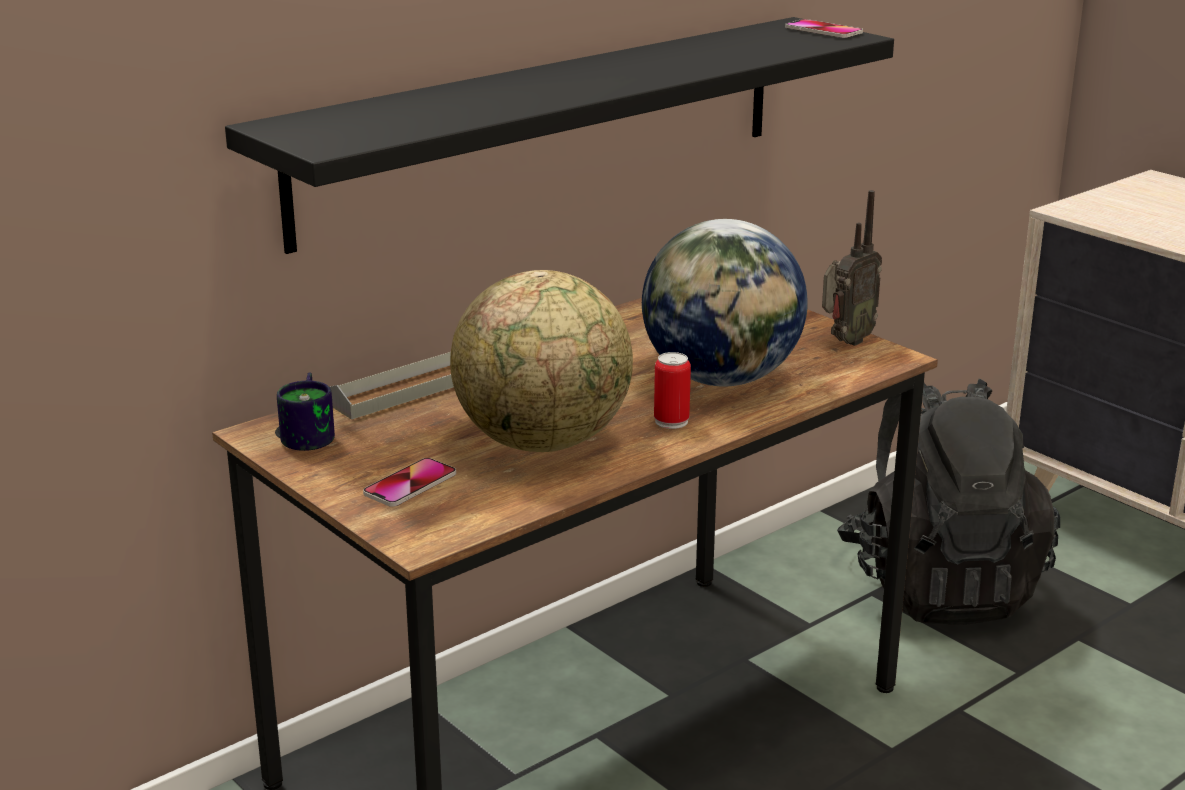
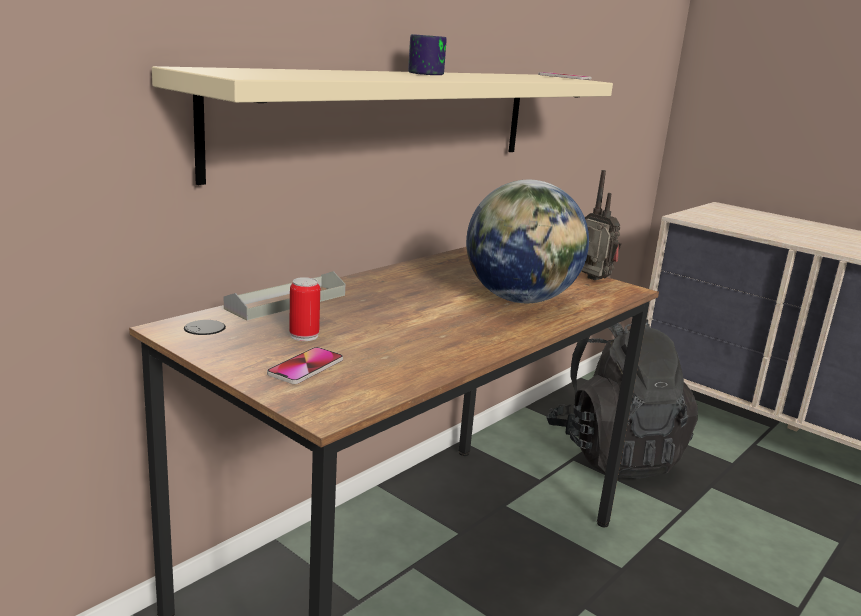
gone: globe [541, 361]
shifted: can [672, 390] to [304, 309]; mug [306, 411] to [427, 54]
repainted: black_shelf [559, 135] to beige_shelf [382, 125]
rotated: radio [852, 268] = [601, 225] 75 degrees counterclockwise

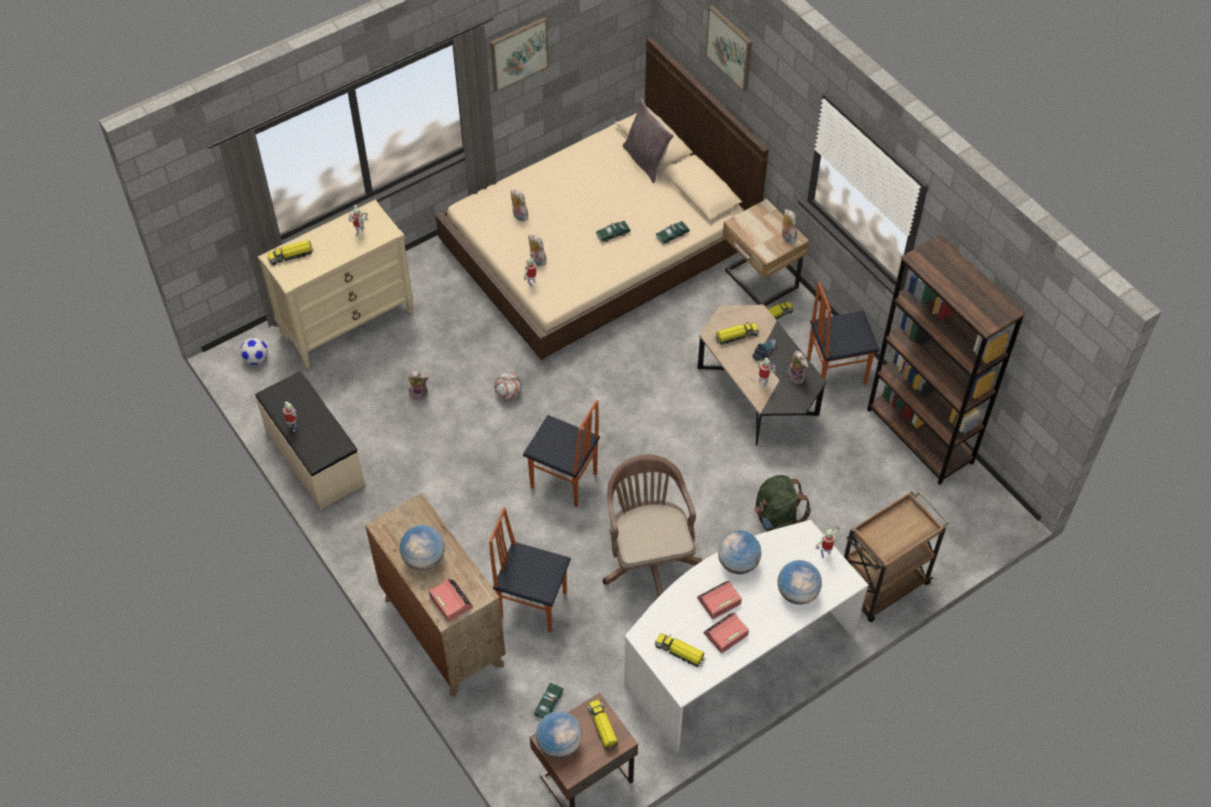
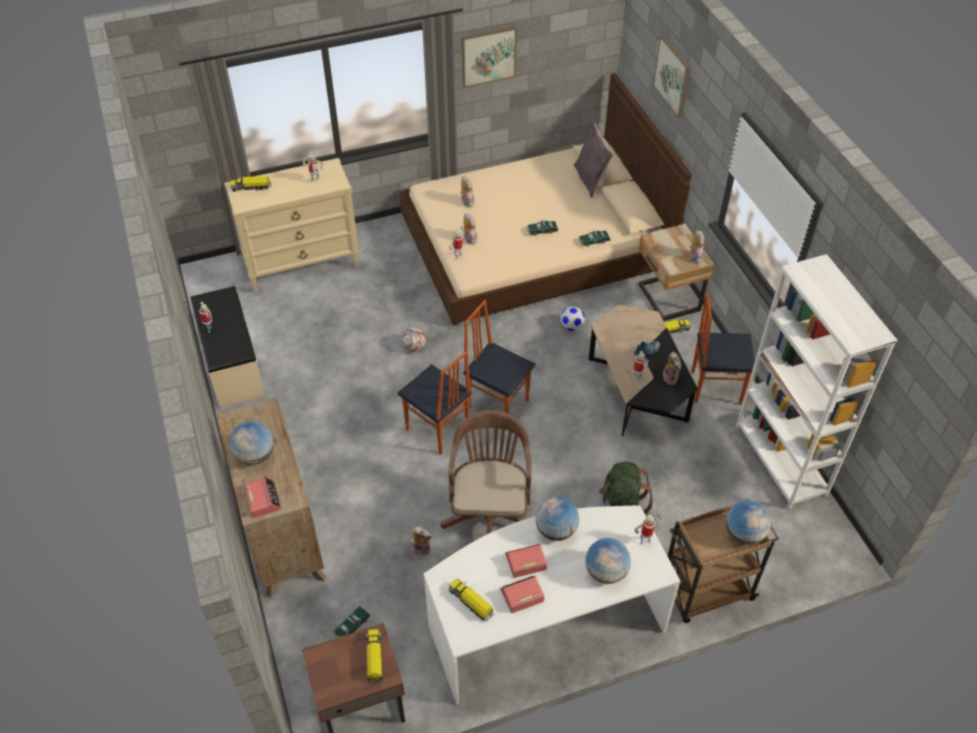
gone: toy_truck [736, 334]
shifted: plush_toy [418, 385] to [422, 541]; chair [530, 570] to [499, 357]; football [254, 351] to [572, 319]; globe [559, 734] to [748, 522]
repainted: brown_bookcase [946, 360] to white_bookcase [816, 381]

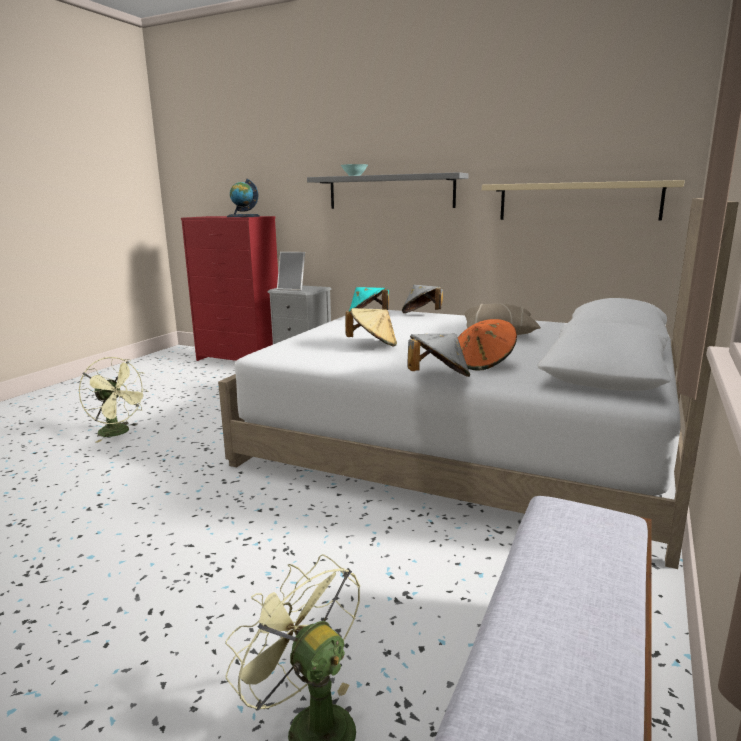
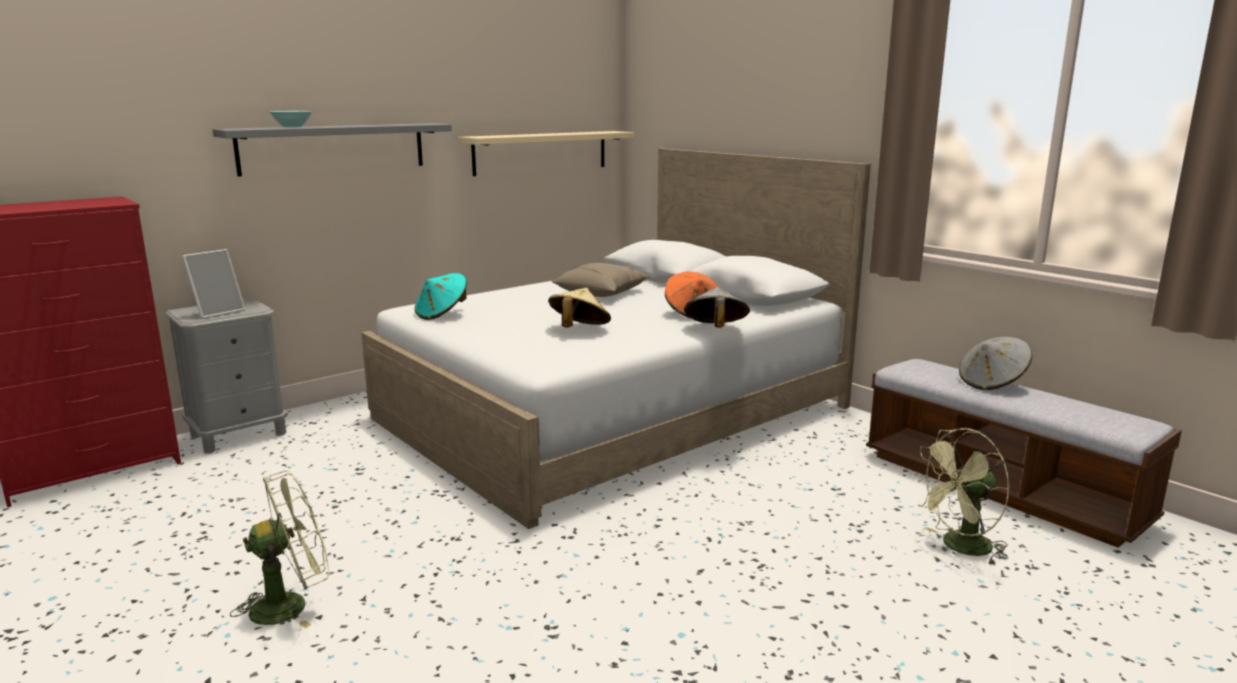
gone: globe [243, 198]
shifted: grey_hat [422, 299] to [995, 363]

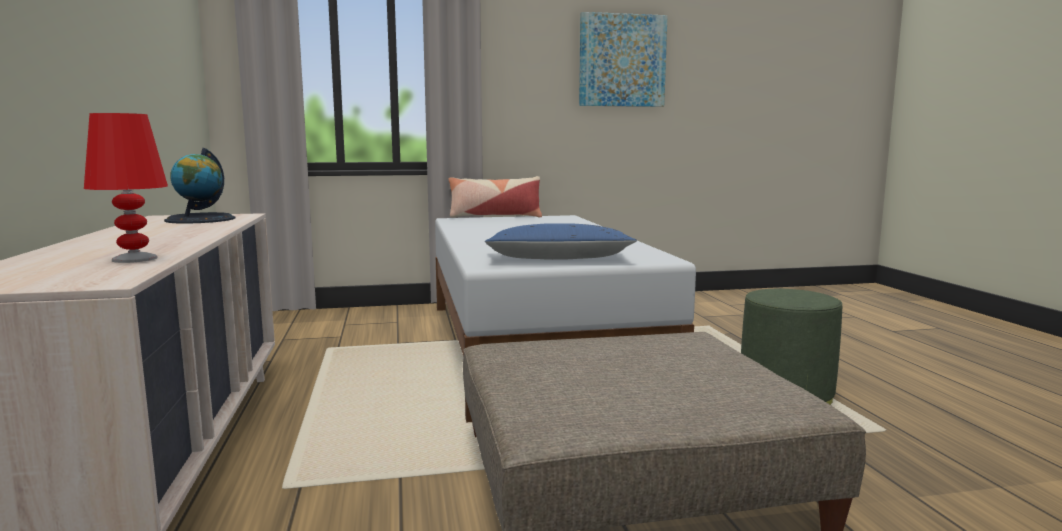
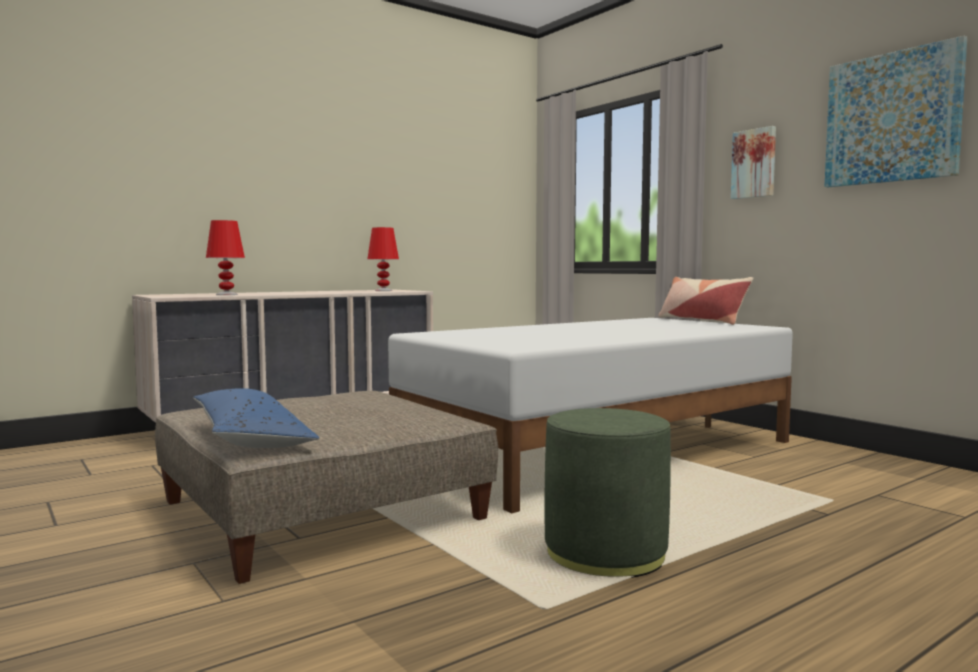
new: picture [753, 162]
shifted: blue_pillow [561, 241] to [256, 418]
swapped: globe [200, 186] to red_table_lamp [383, 259]

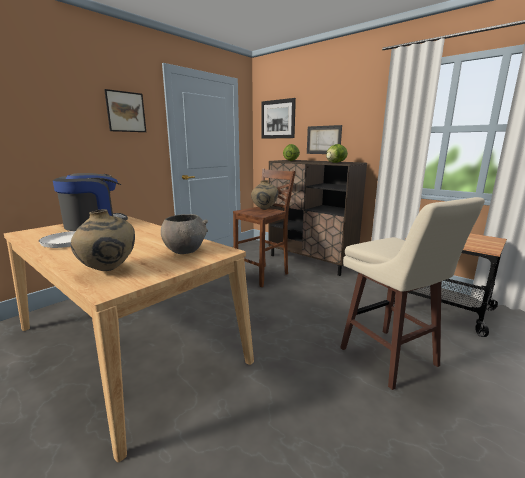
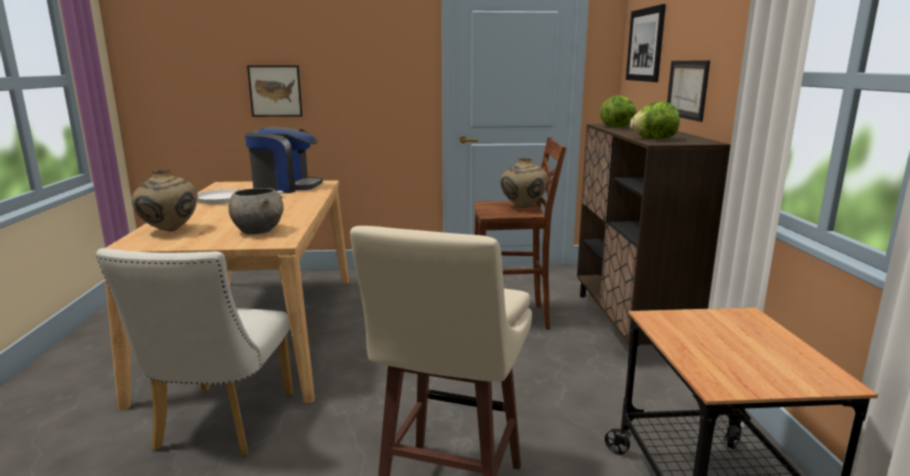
new: white_chair [194, 352]
shifted: picture [125, 110] to [274, 91]

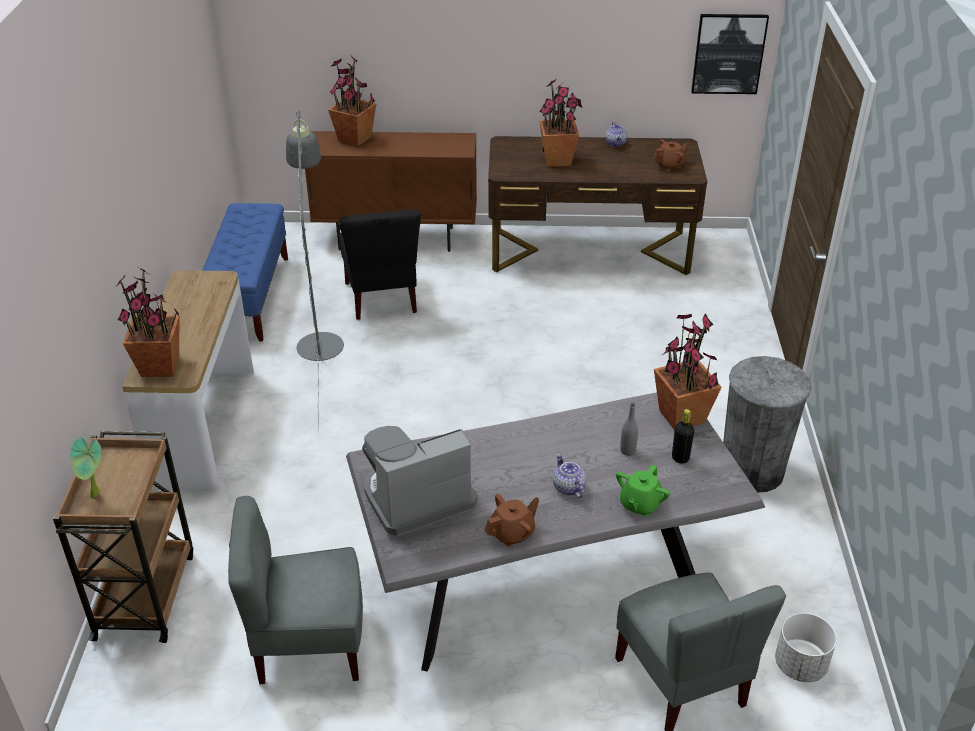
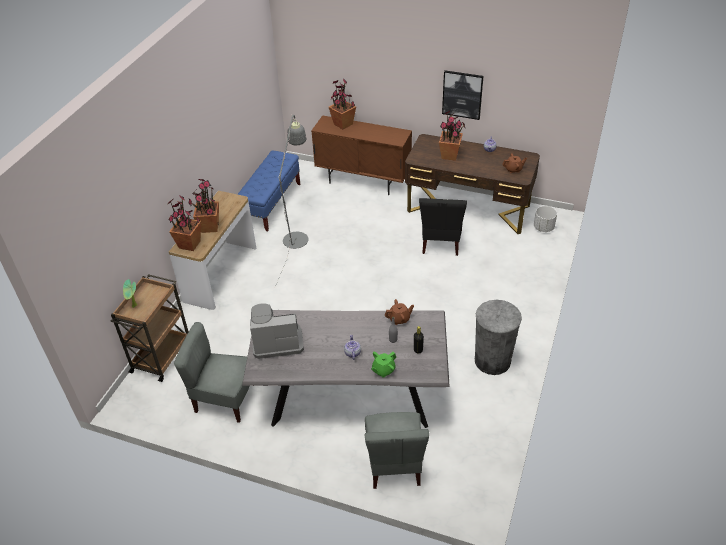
shifted: potted_plant [688, 371] to [203, 206]; brown_teapot [512, 520] to [399, 312]; black_chair [380, 264] to [443, 227]; picture [730, 54] to [462, 95]; white_planter [806, 647] to [545, 219]

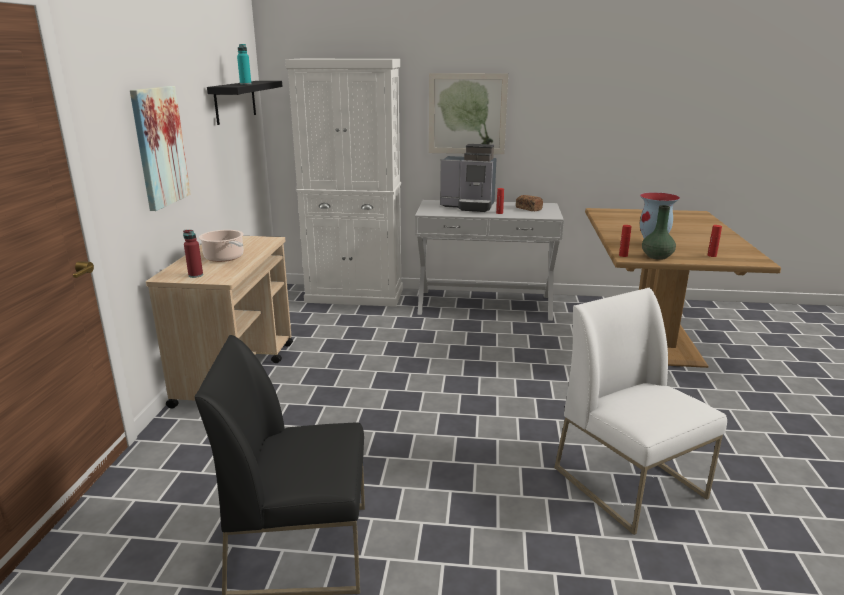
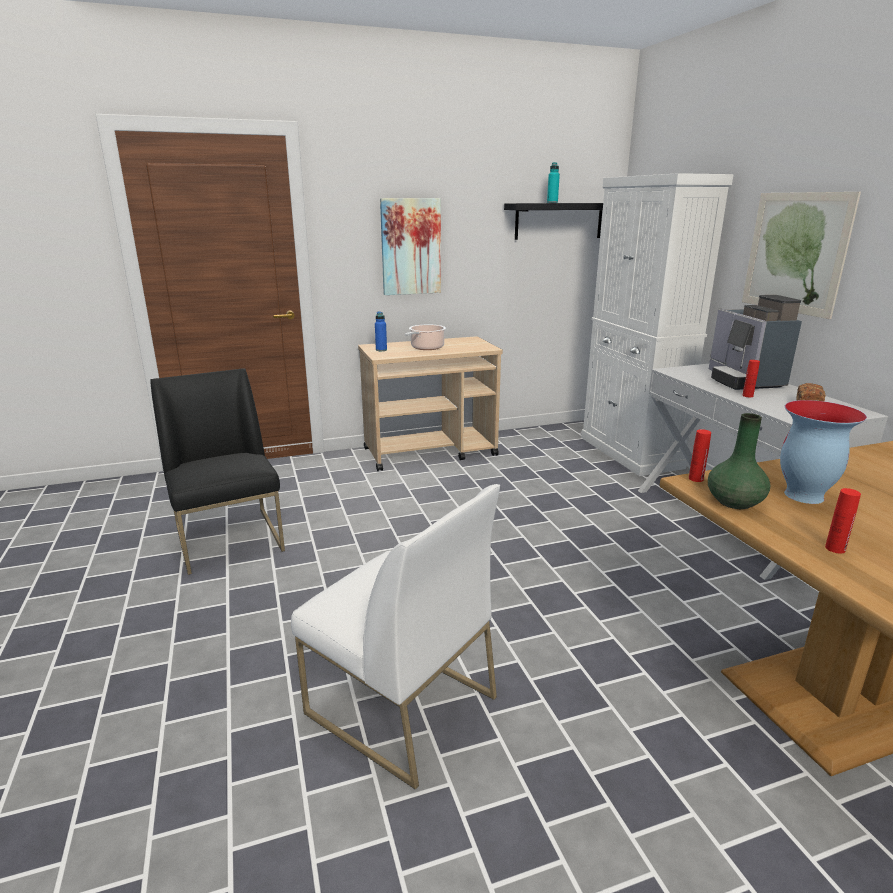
repainted: red_bottle [193, 254] to blue_bottle [381, 331]
rotated: white_chair [640, 411] = [395, 637] 90 degrees clockwise

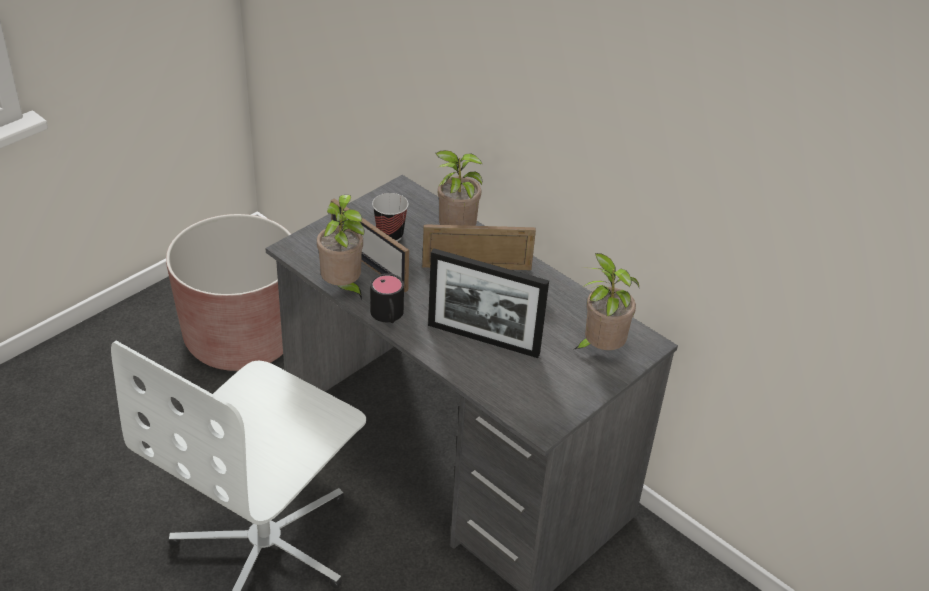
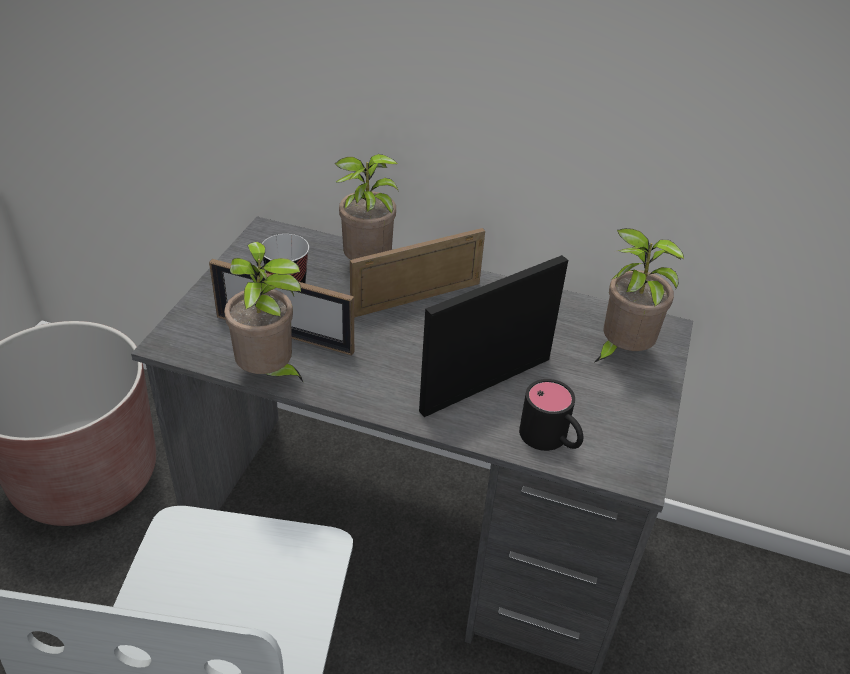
shifted: black_mug [387, 298] to [551, 415]
rotated: picture_frame [488, 303] = [493, 336] 150 degrees clockwise

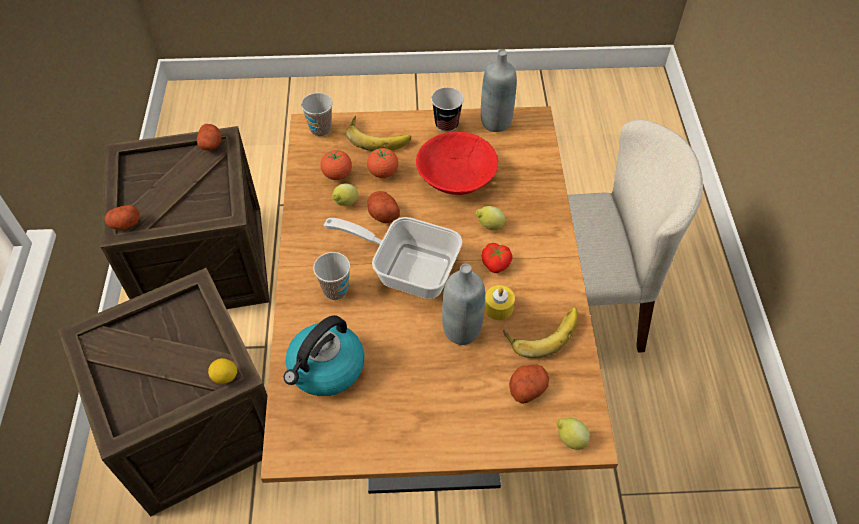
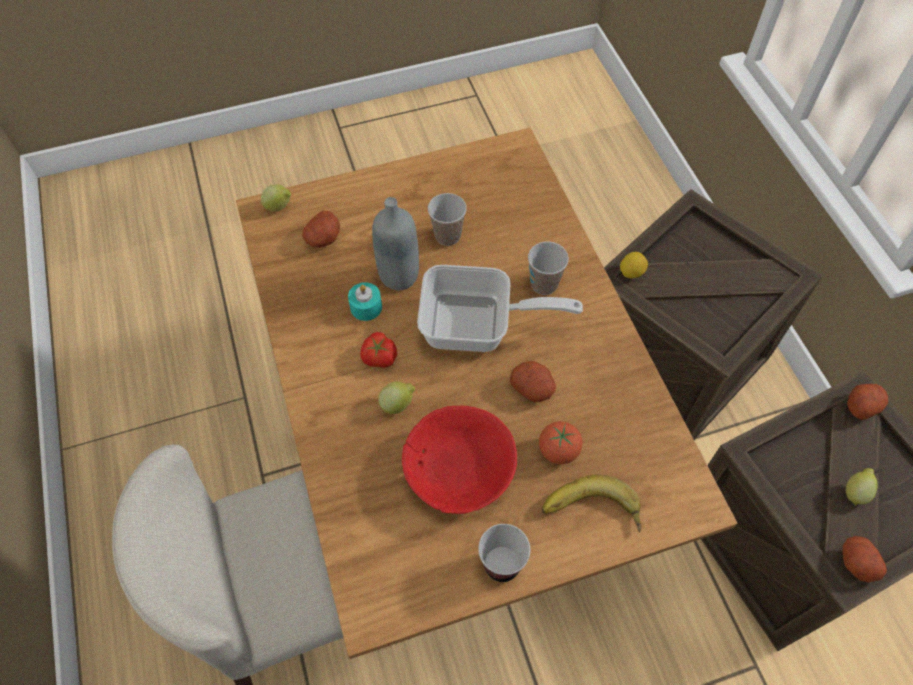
gone: kettle [324, 355]; tomato [336, 165]; grey_bottle [499, 90]; banana [541, 332]
shifted: cup [317, 115] to [447, 219]; lemon [345, 194] to [862, 487]
repainted: yellow_candle [499, 302] to turquoise_candle [365, 301]

